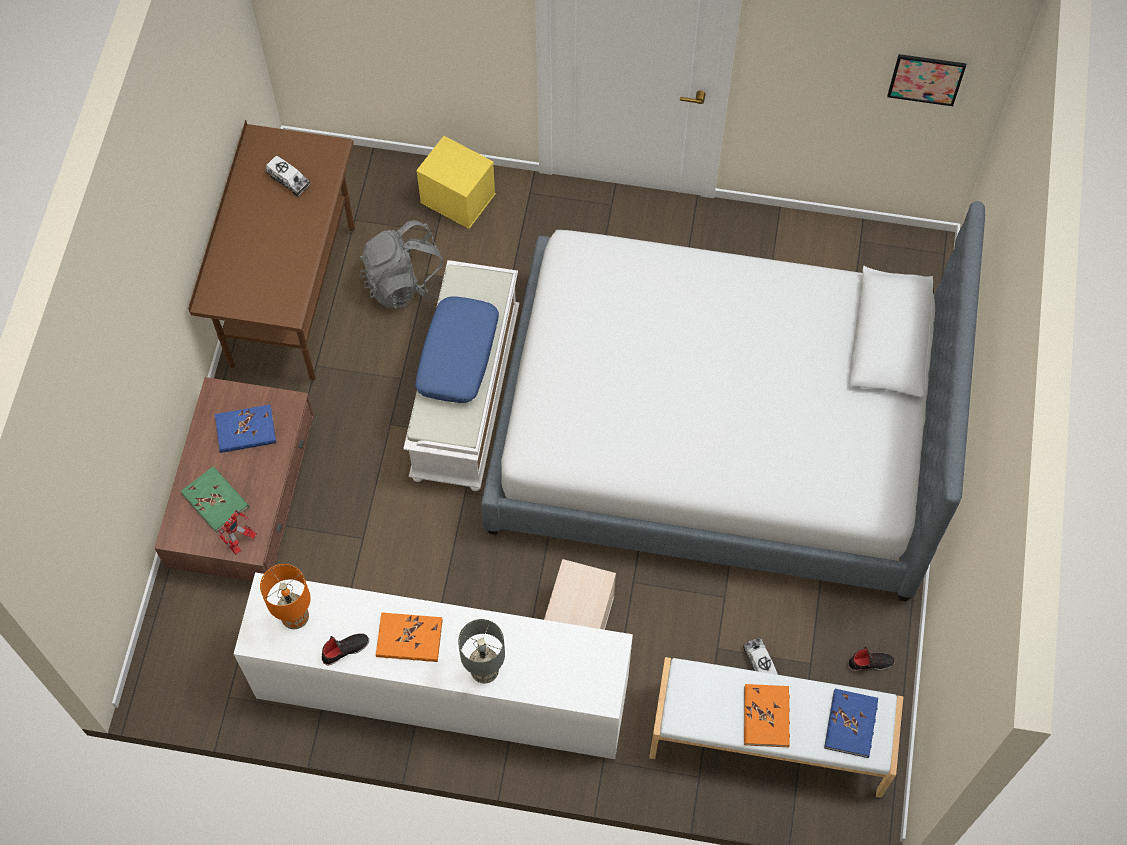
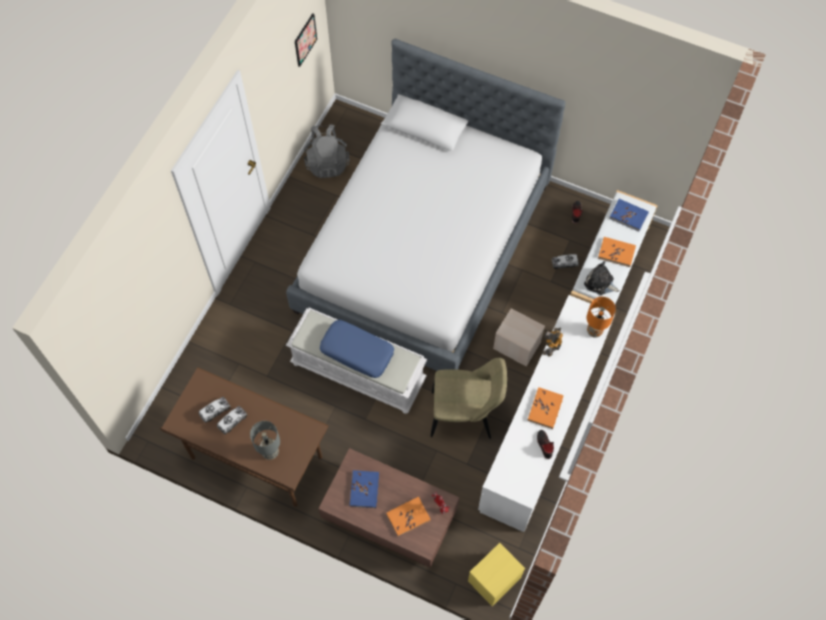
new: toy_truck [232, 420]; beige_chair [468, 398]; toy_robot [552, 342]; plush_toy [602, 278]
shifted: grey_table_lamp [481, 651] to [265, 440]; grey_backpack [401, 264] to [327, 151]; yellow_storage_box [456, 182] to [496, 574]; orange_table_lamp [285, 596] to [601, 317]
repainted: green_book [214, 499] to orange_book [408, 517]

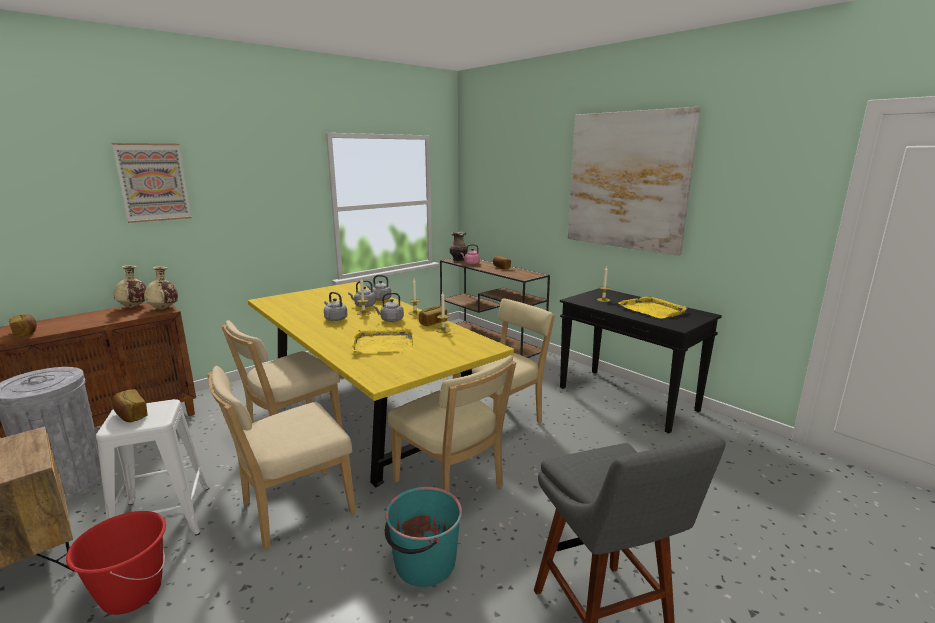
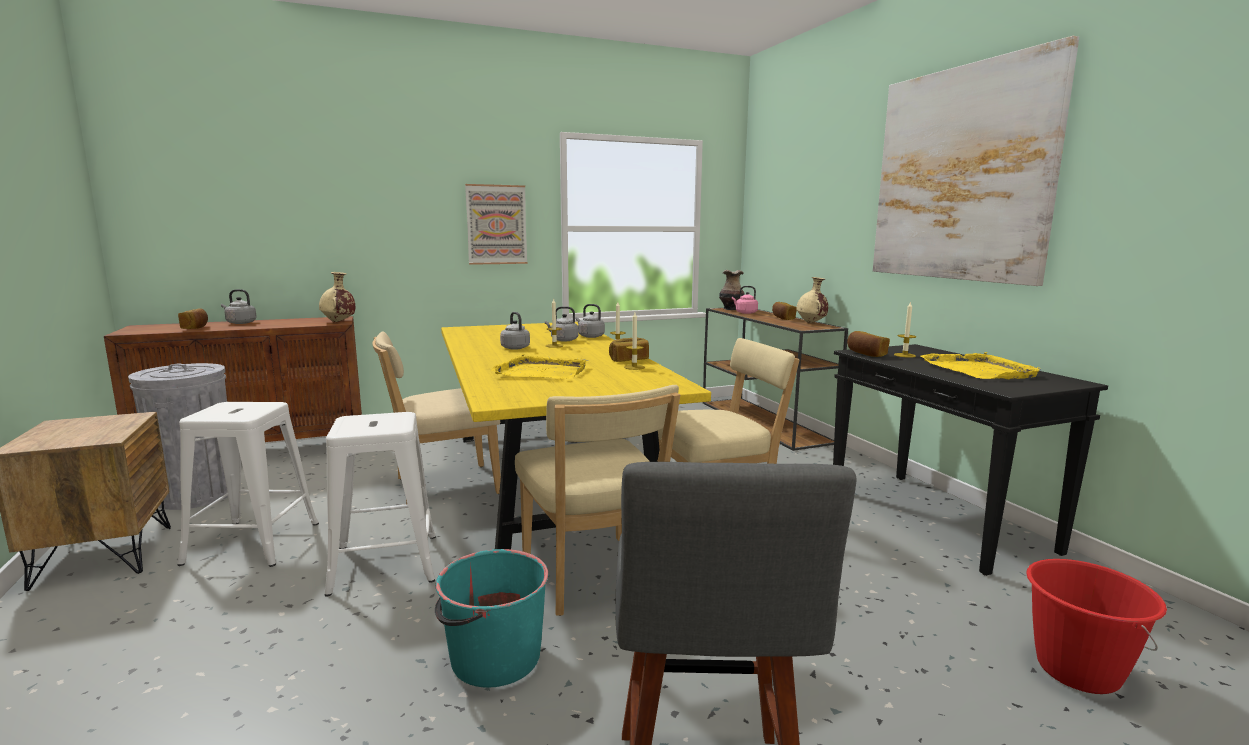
shifted: grey_kettle [388, 307] to [239, 306]; picture [152, 183] to [496, 224]; beige_vase [130, 286] to [812, 300]; bread [130, 405] to [868, 344]; red_bucket [116, 563] to [1096, 626]
swapped: beige_chair [281, 458] to white_stool [380, 504]

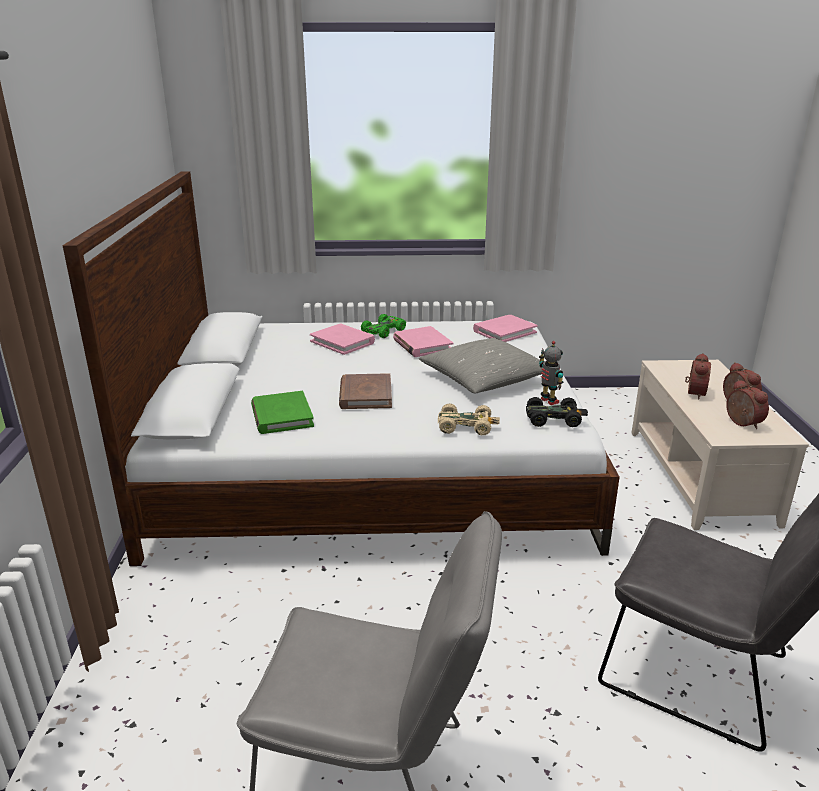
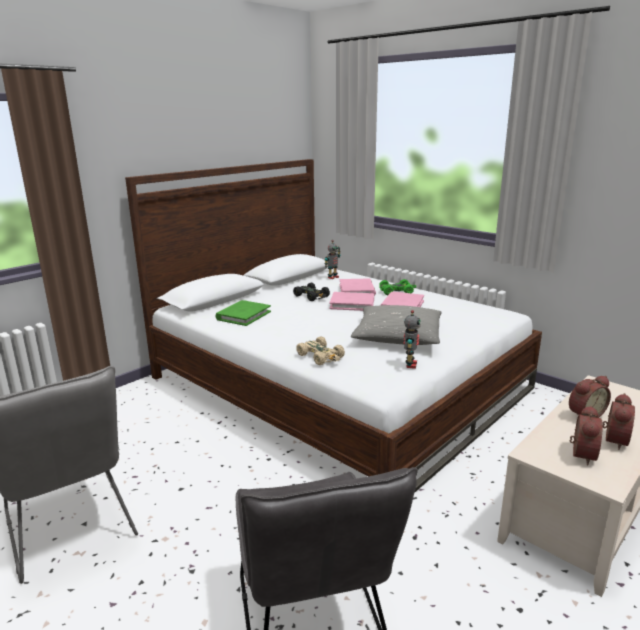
gone: brown_book [365, 391]
new: toy_robot [332, 259]
shifted: black_toy_car [557, 412] to [311, 292]; pink_book [505, 328] to [351, 301]

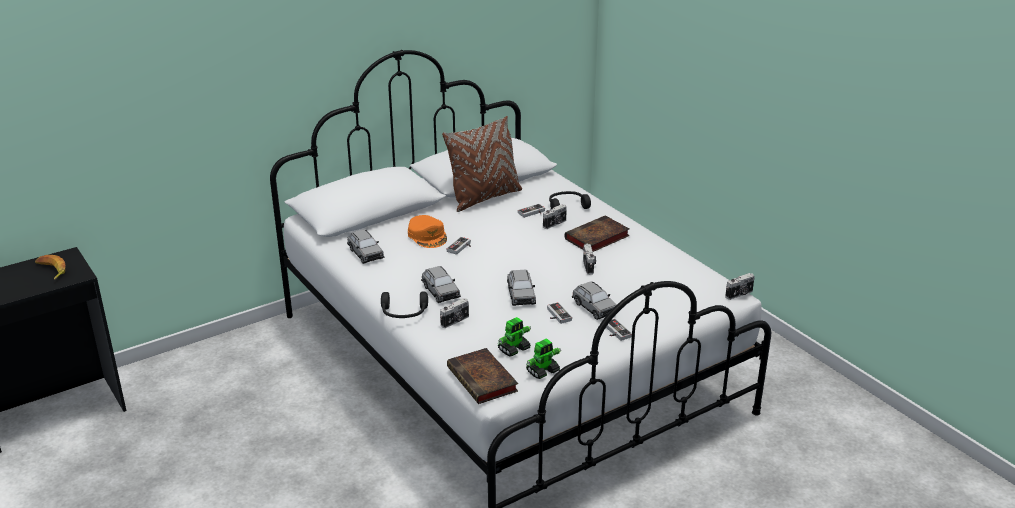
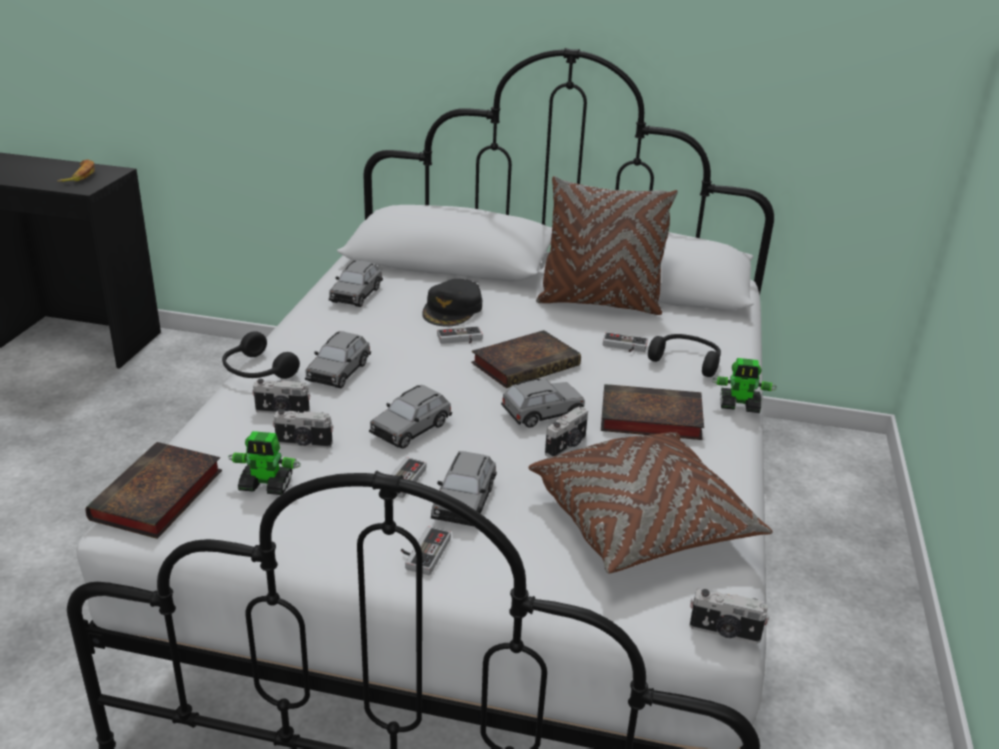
new: book [526, 359]; grey_toy_car [543, 403]; brown_pillow [650, 503]
shifted: photo_camera [555, 216] to [303, 428]; toy_robot [543, 358] to [744, 385]
repainted: orange_cap [427, 231] to black_cap [452, 303]

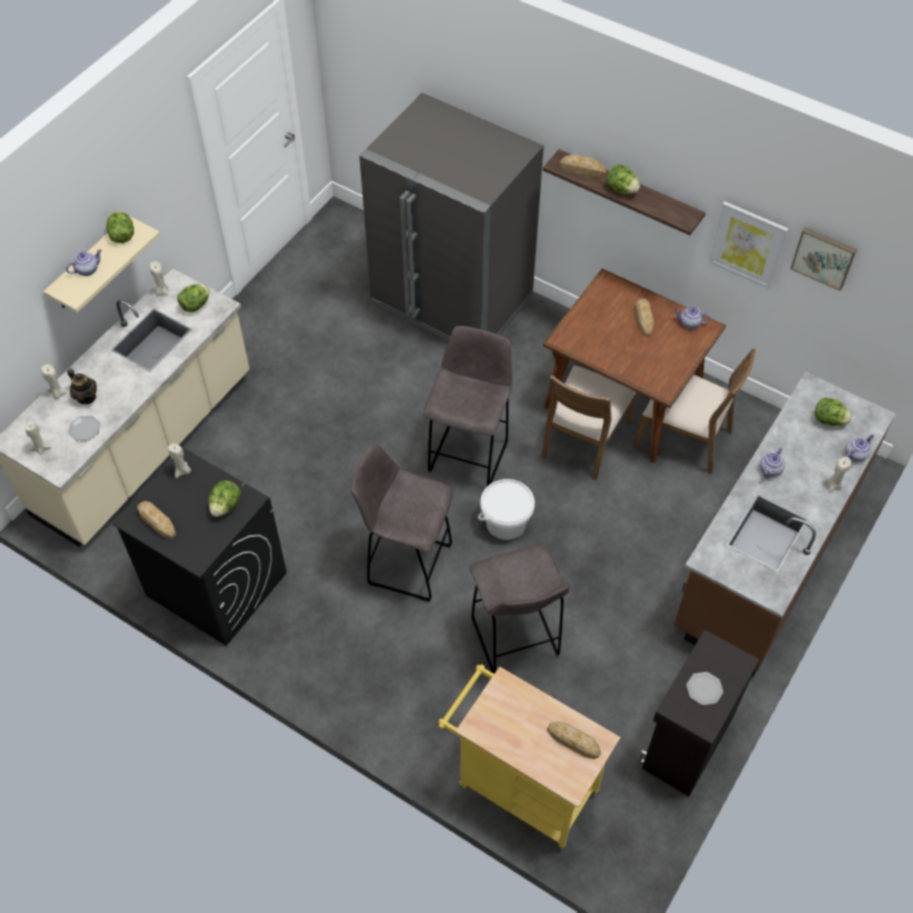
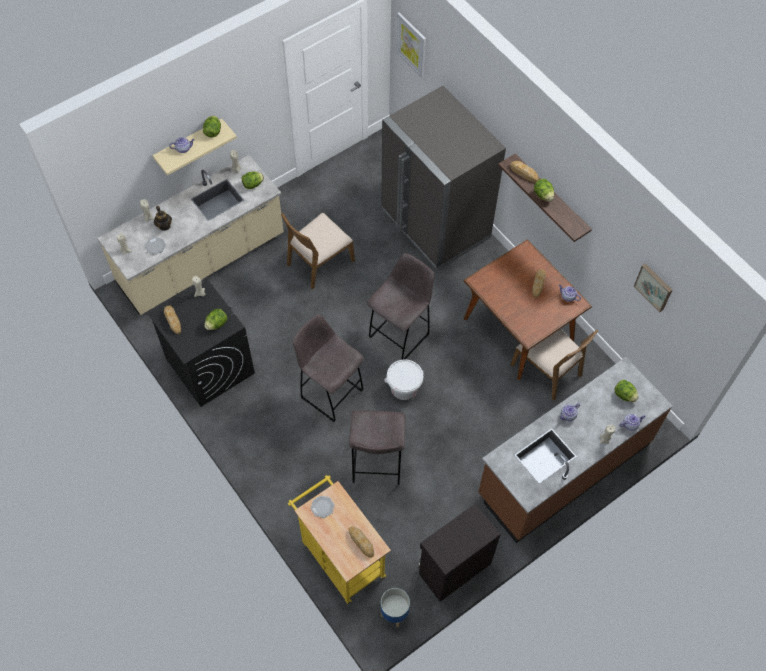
new: planter [395, 607]
shifted: brown_chair [589, 422] to [318, 251]; plate [704, 688] to [322, 507]; picture [748, 245] to [411, 45]

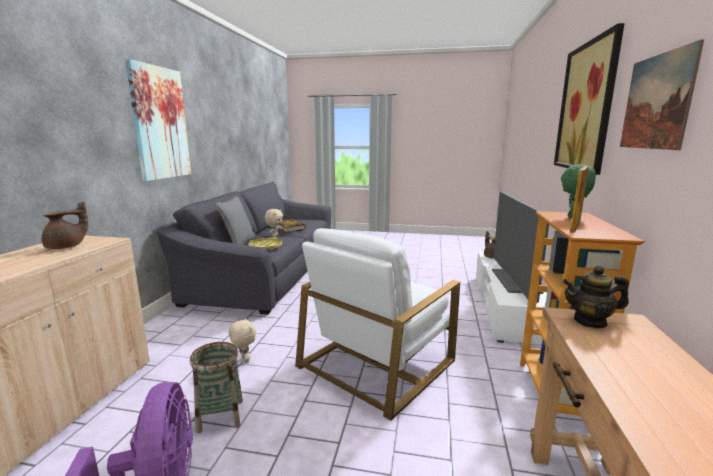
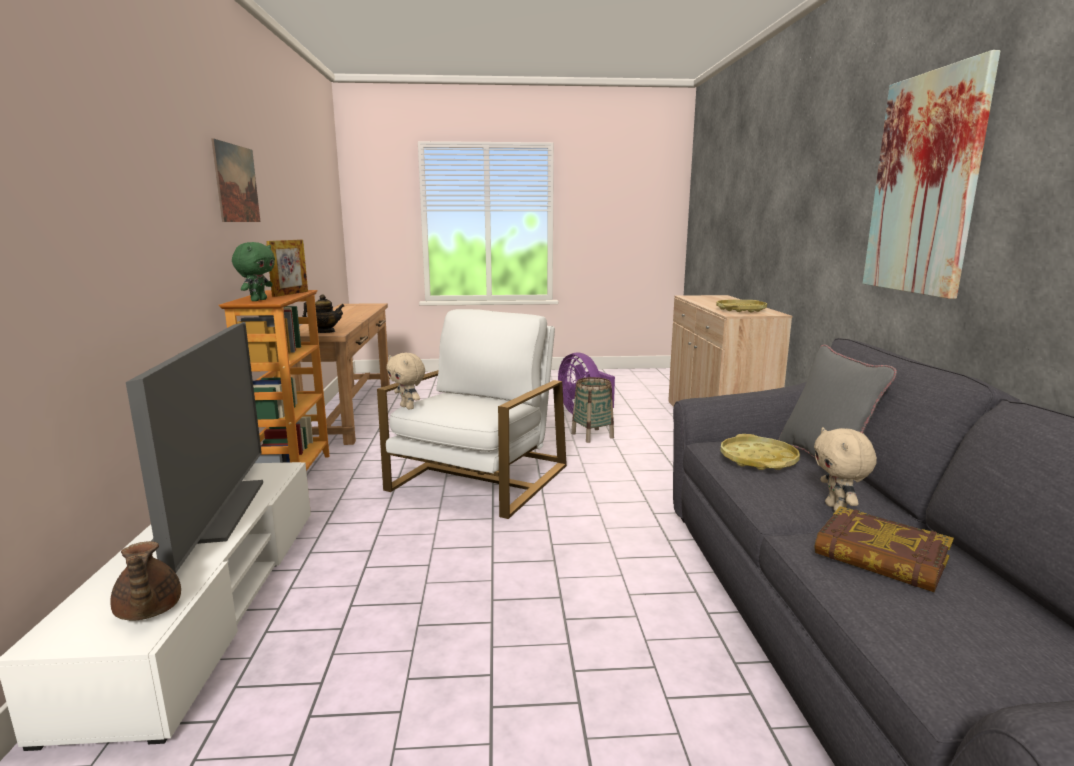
gone: picture [589, 99]
shifted: beige_plush_toy [242, 341] to [406, 381]
swapped: brown_teapot [65, 225] to yellow_tray [741, 306]

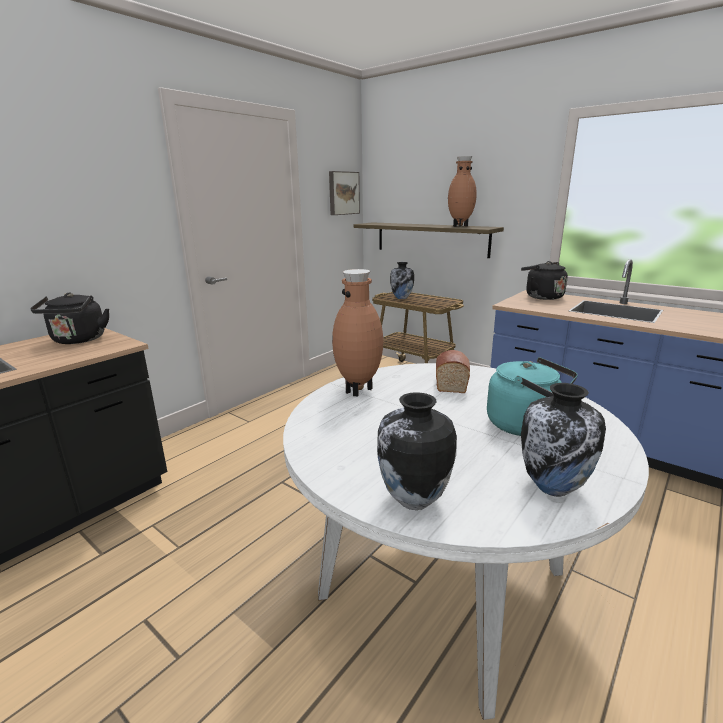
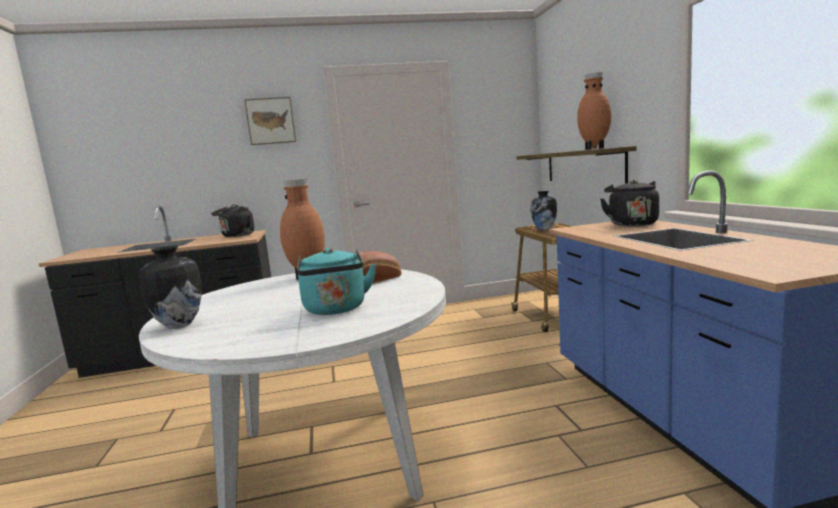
gone: vase [563, 439]
shifted: picture [344, 193] to [270, 121]

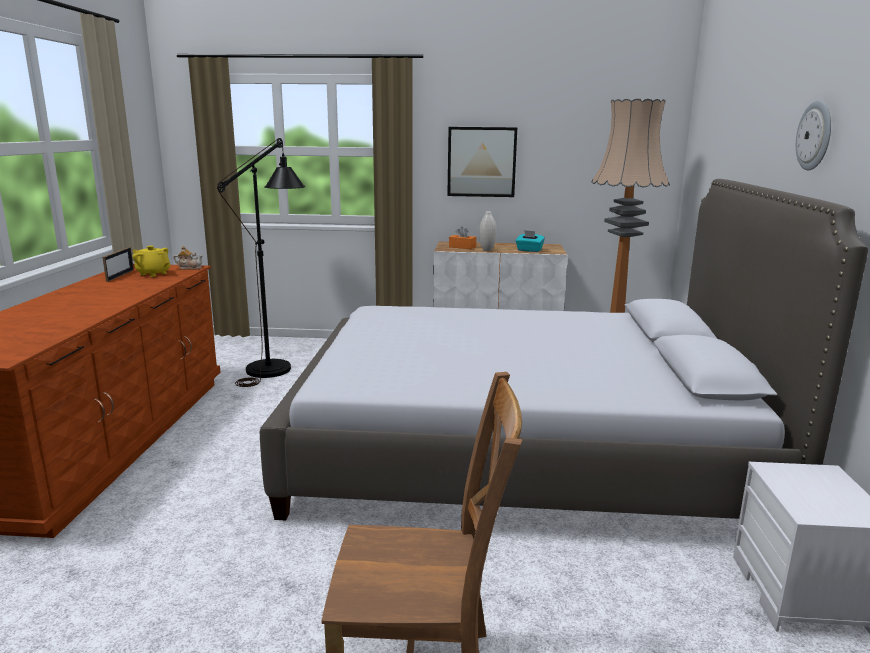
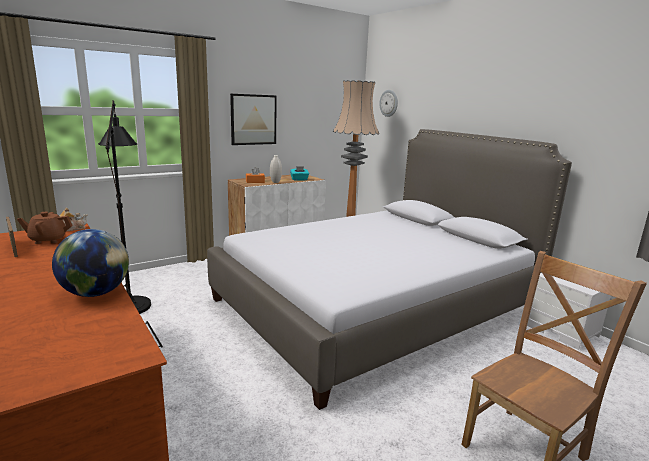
new: globe [90, 263]
shifted: wall_clock [813, 135] to [388, 103]
repainted: yellow_teapot [151, 261] to brown_teapot [45, 228]

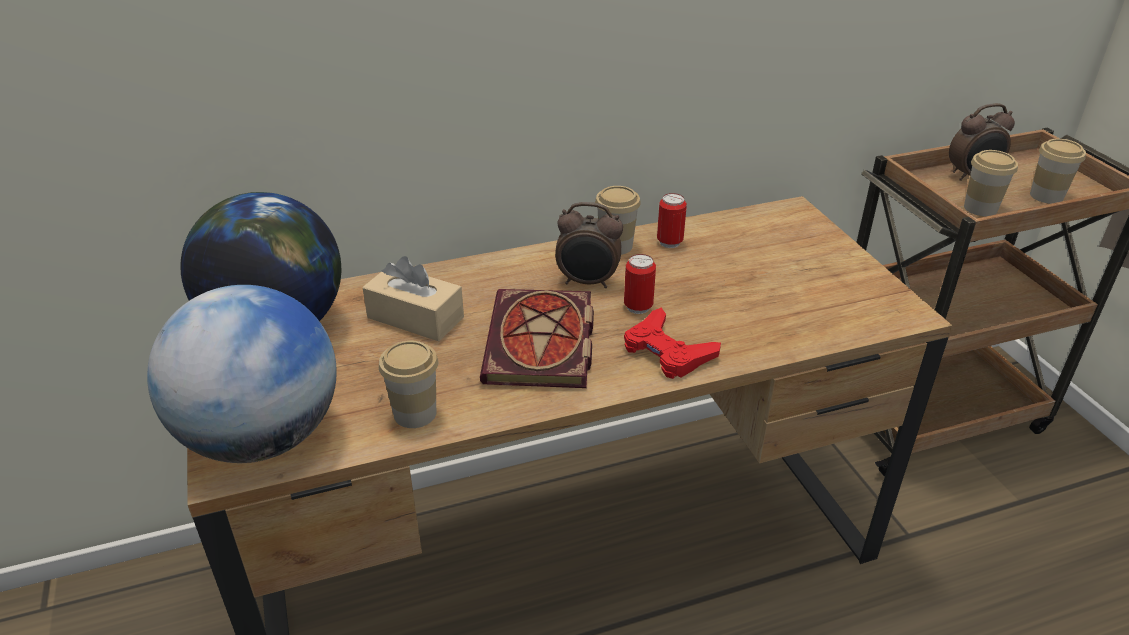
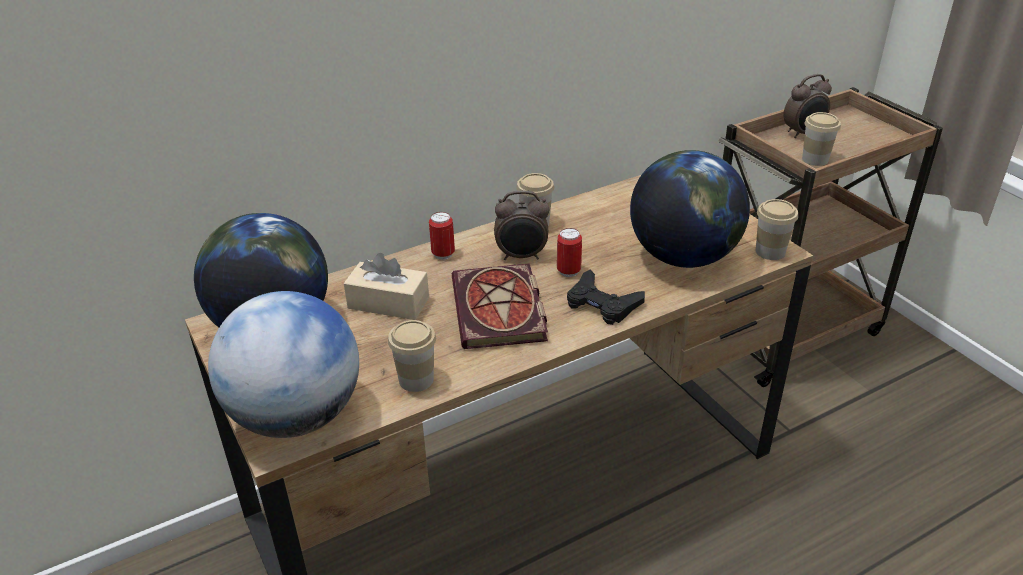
new: globe [690, 209]
shifted: can [672, 220] to [442, 236]; cup [1058, 171] to [777, 229]
repainted: red_game_controller [672, 343] to black_game_controller [606, 297]

